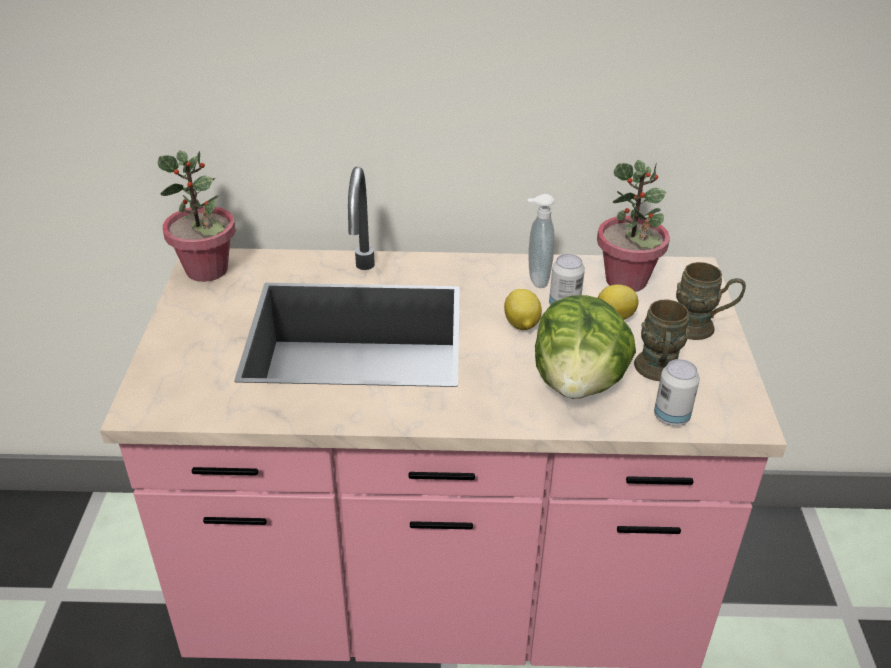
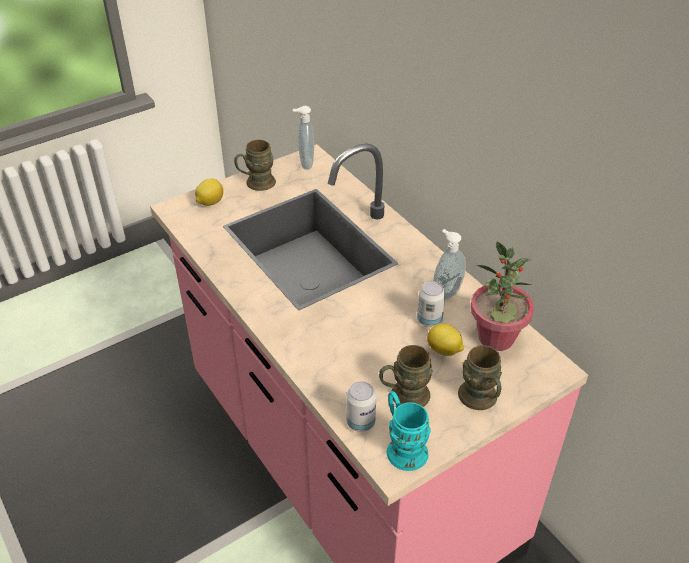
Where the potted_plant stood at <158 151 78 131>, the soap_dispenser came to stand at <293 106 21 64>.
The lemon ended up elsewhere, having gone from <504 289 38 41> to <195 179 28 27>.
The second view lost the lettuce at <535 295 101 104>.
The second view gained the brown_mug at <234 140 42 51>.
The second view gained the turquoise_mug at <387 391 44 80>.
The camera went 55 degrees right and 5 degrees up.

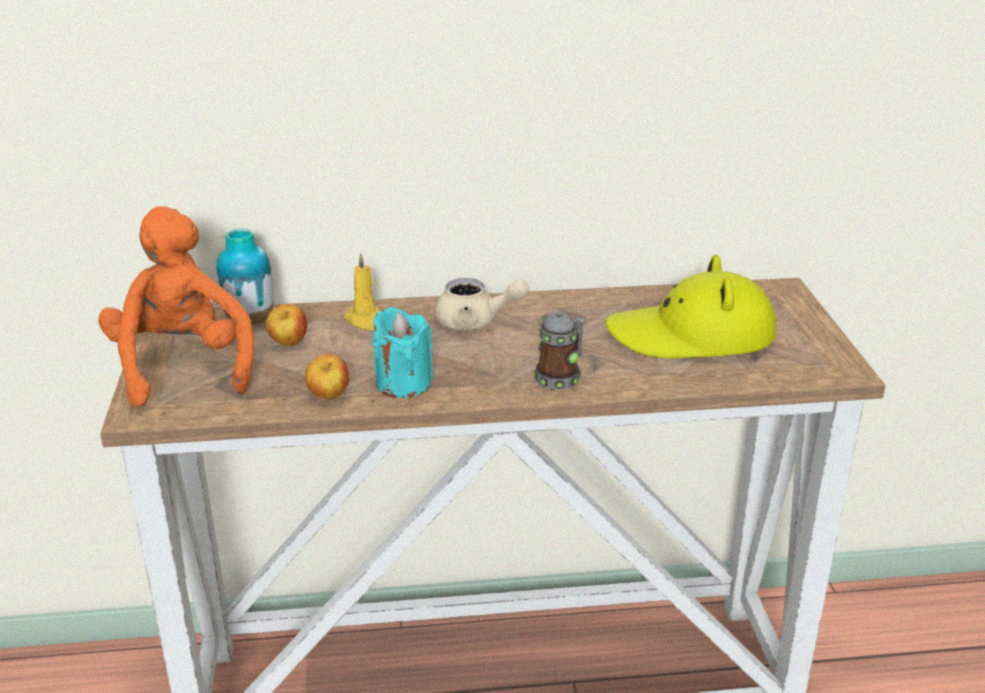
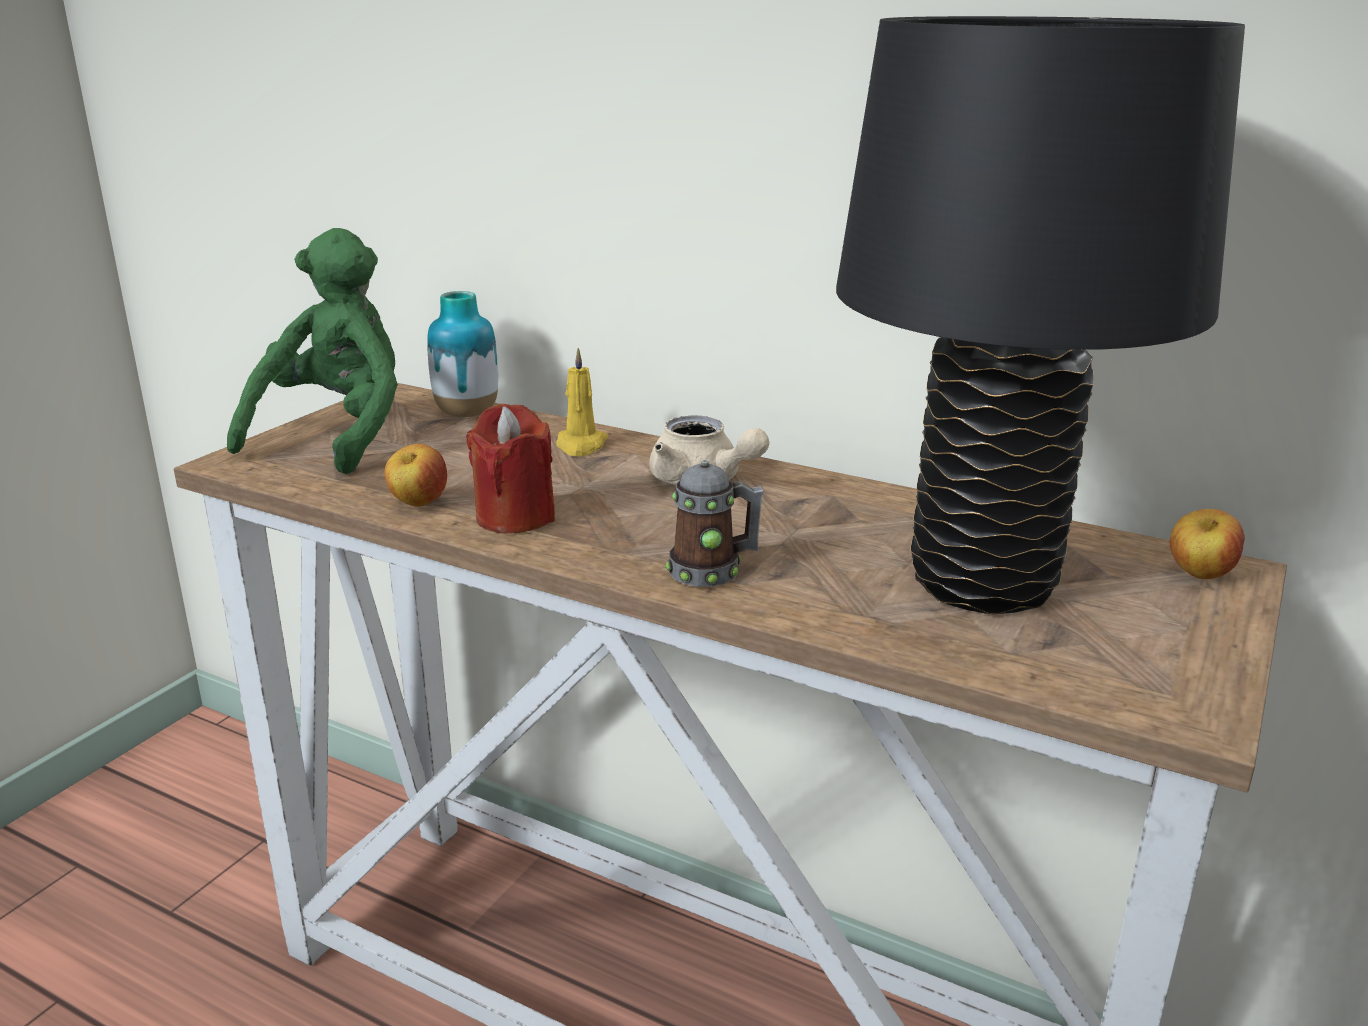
What was the orange_plush_toy at <98 206 156 201> turned into the green_plush_toy at <227 228 171 246>.
The apple ended up elsewhere, having gone from <266 304 41 42> to <1170 509 75 70>.
What was the turquoise_candle at <372 307 61 91> turned into the red_candle at <466 404 89 130>.
Where the yellow_hat stood at <605 254 171 104>, the black_table_lamp came to stand at <836 16 409 599>.
The camera went 35 degrees right and 5 degrees down.

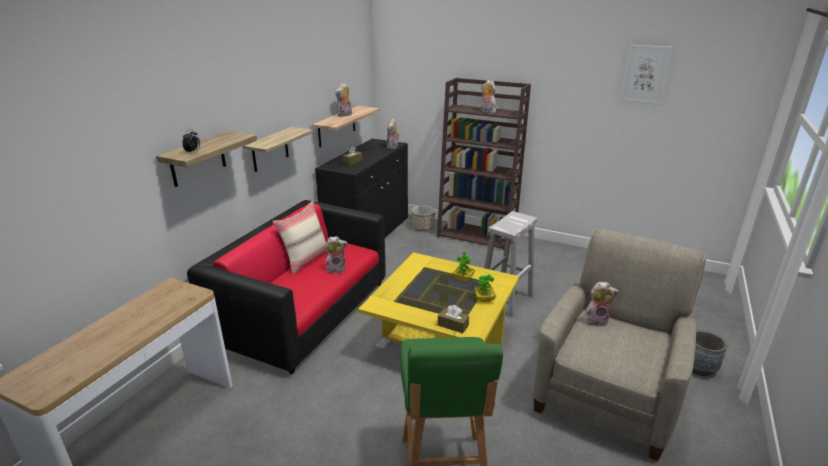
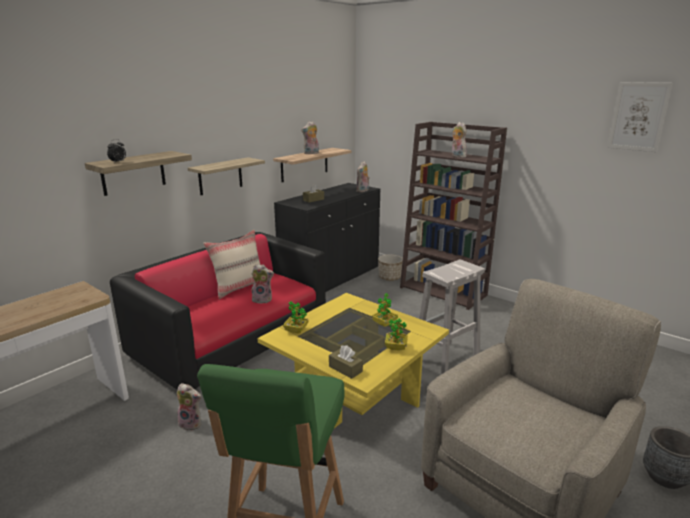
The plush_toy ended up elsewhere, having gone from <584 282 35 45> to <177 383 24 48>.
The second view gained the potted_plant at <283 301 26 32>.
The camera went 15 degrees right and 5 degrees down.

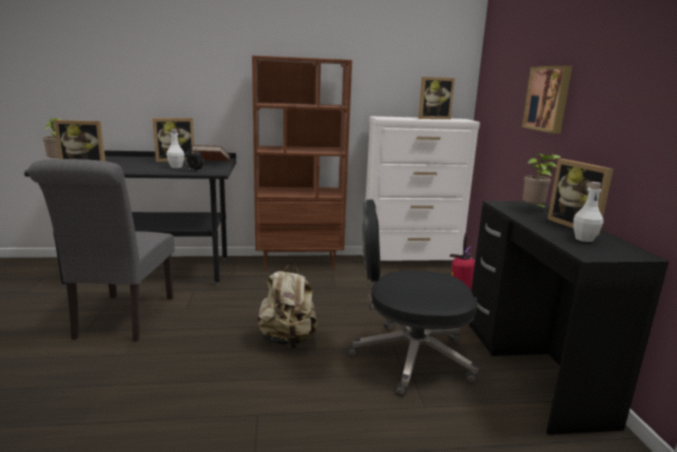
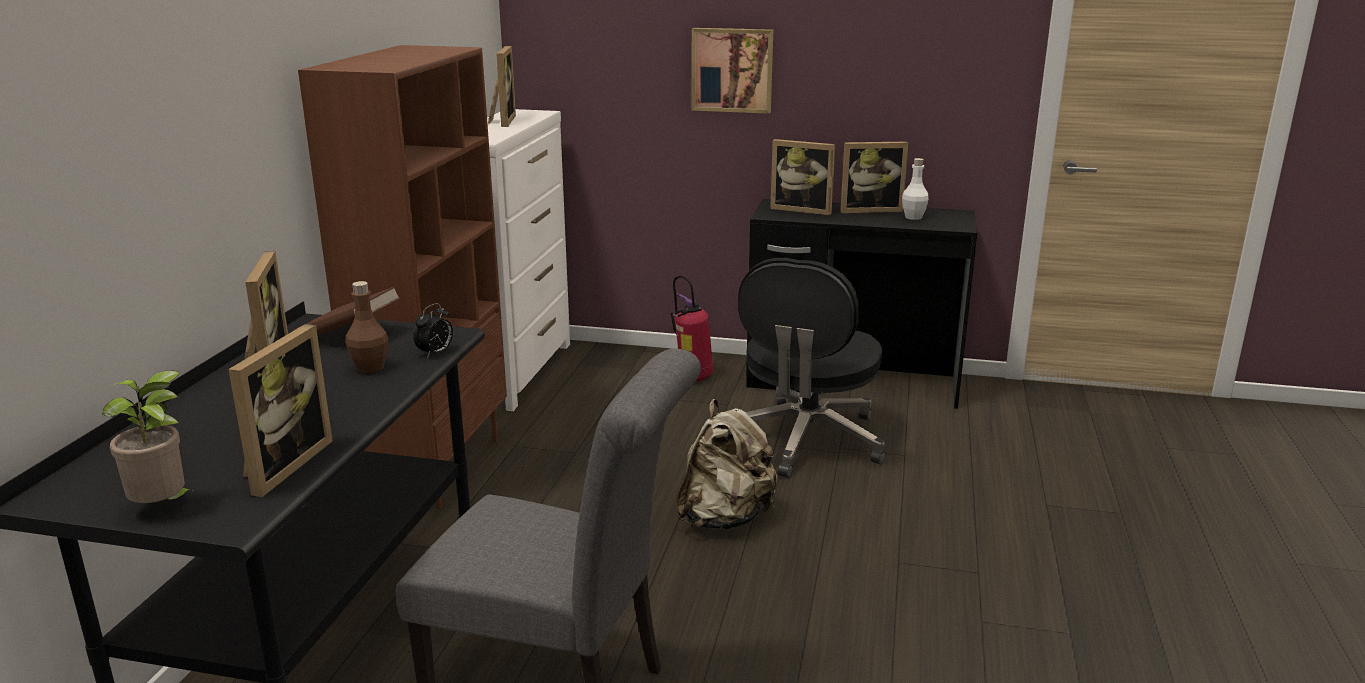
What was the white_bottle at <166 129 19 39> turned into the brown_bottle at <345 281 43 93>.
Where the potted_plant stood at <523 153 39 56>, the picture_frame came to stand at <770 139 65 76>.
The camera went 70 degrees left and 5 degrees up.

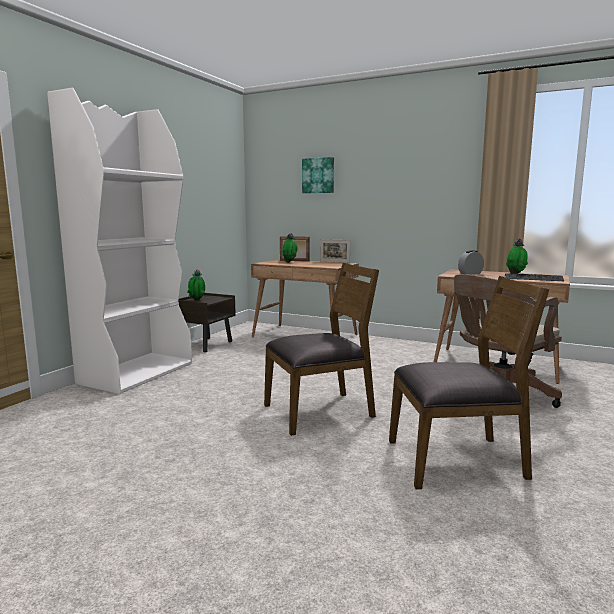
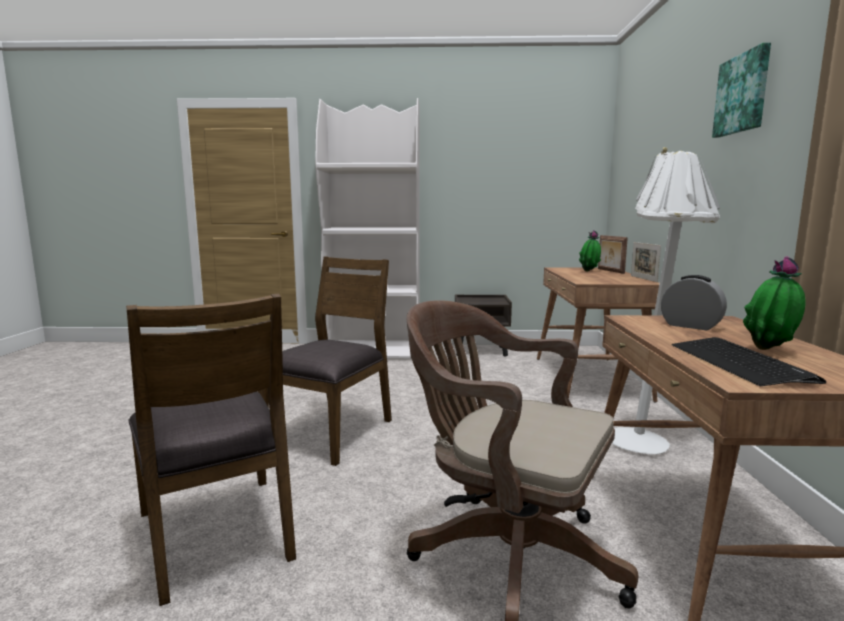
The second view lost the potted_plant at <187 269 18 31>.
The brown_chair at <264 263 115 173> ended up facing another way, 105 degrees counterclockwise from before.
The picture ended up elsewhere, having gone from <302 157 32 36> to <712 43 59 95>.
The second view gained the white_floor_lamp at <612 147 108 307>.
The camera went 65 degrees right and 0 degrees up.

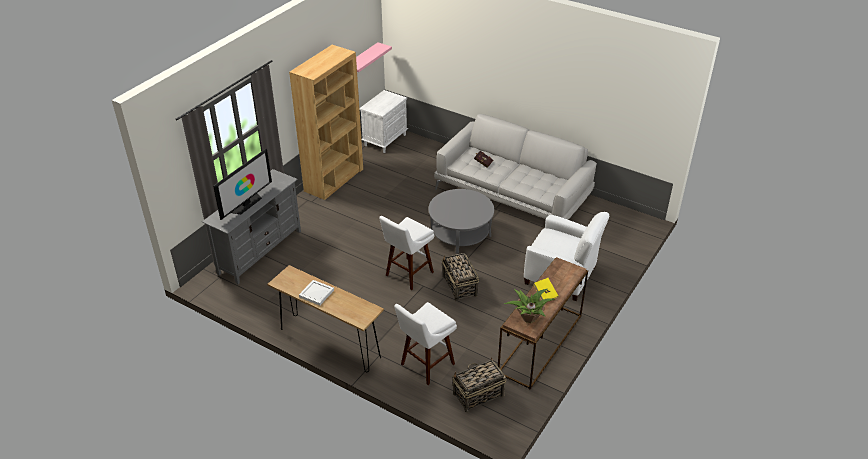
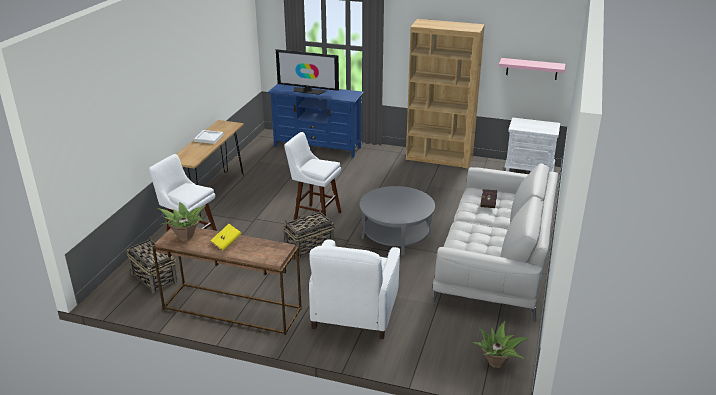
What was the grey_tv_stand at <202 169 99 115> turned into the blue_tv_stand at <268 84 96 74>.
The second view gained the potted_plant at <472 321 57 47>.
The camera went 75 degrees right and 10 degrees down.

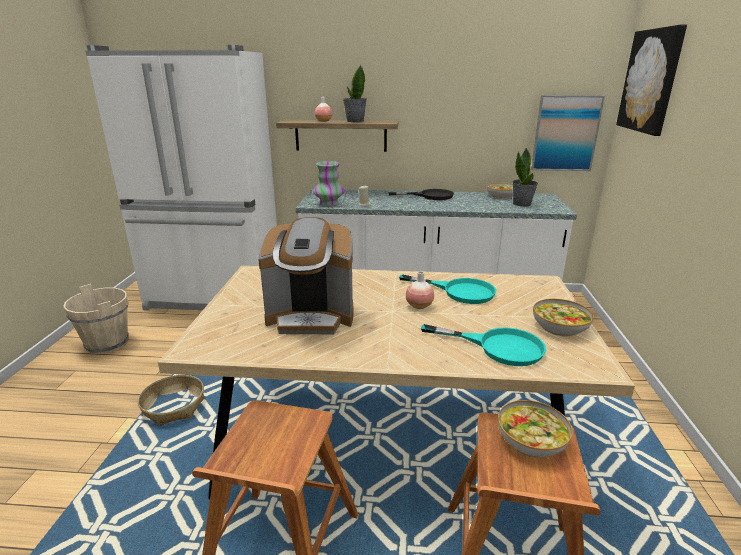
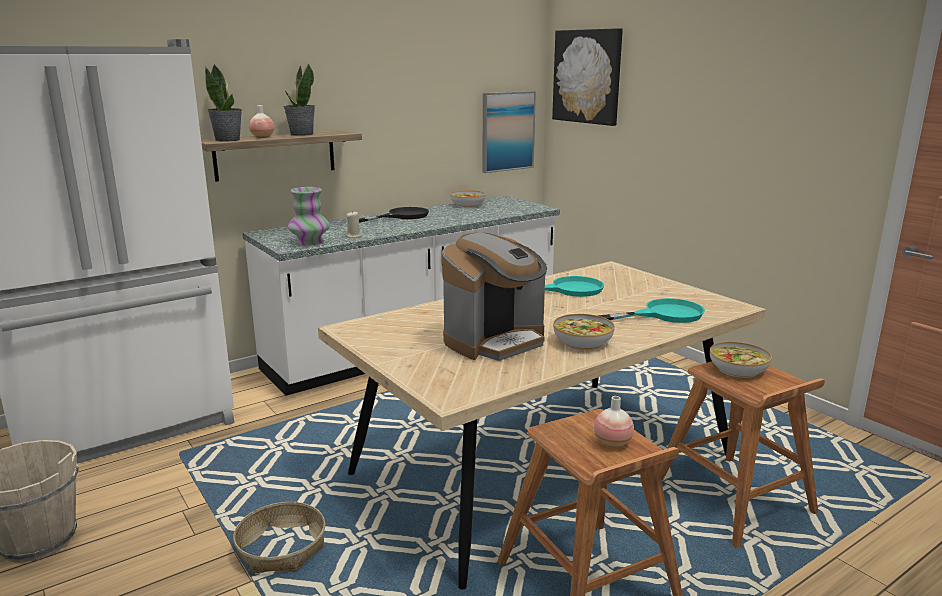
The vase ended up elsewhere, having gone from <406 271 28 38> to <594 396 40 52>.
The potted_plant ended up elsewhere, having gone from <512 148 26 58> to <205 64 37 78>.
The bowl ended up elsewhere, having gone from <533 299 61 38> to <553 314 62 36>.
The camera went 40 degrees left and 5 degrees down.

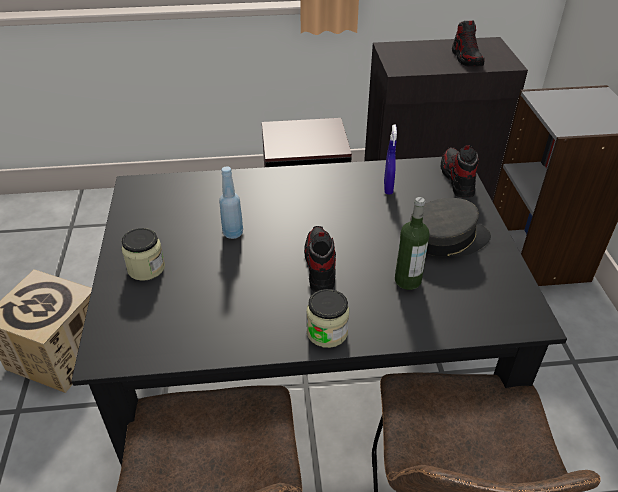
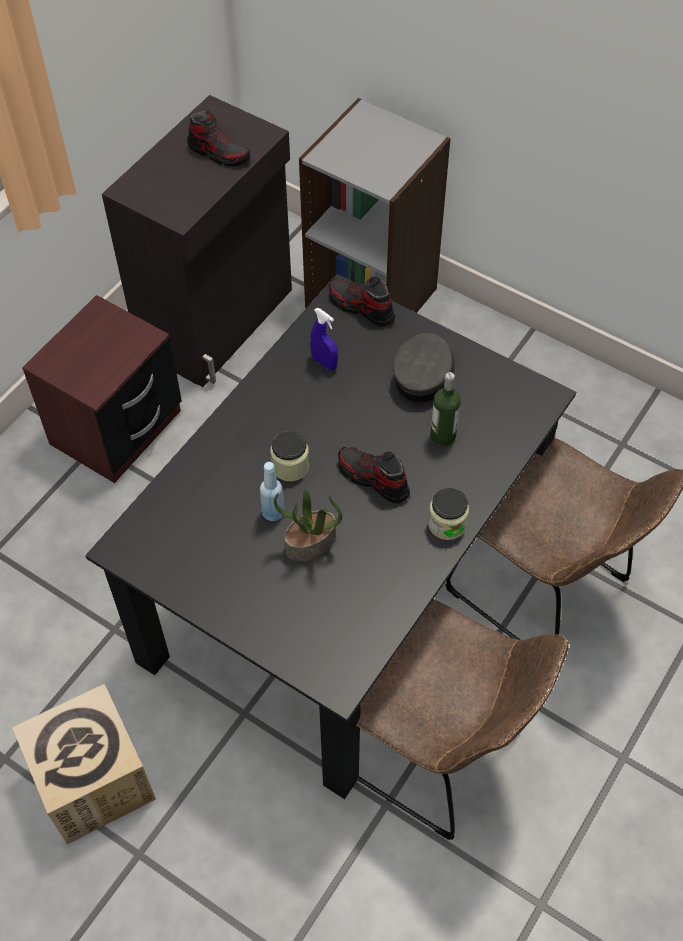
The jar ended up elsewhere, having gone from <121 228 44 53> to <271 431 38 50>.
The second view gained the potted_plant at <274 489 68 73>.
The camera went 50 degrees left and 15 degrees up.

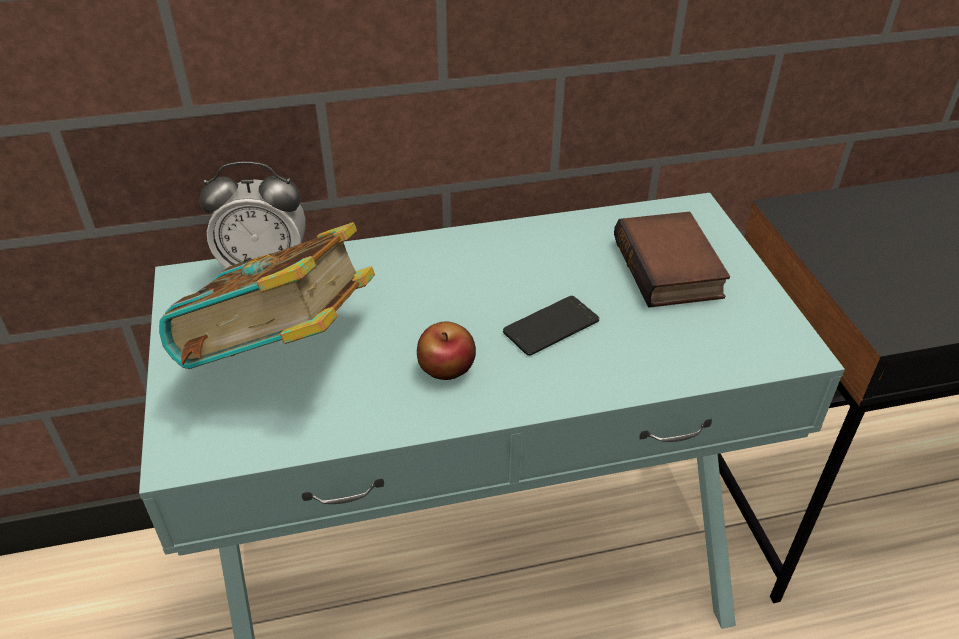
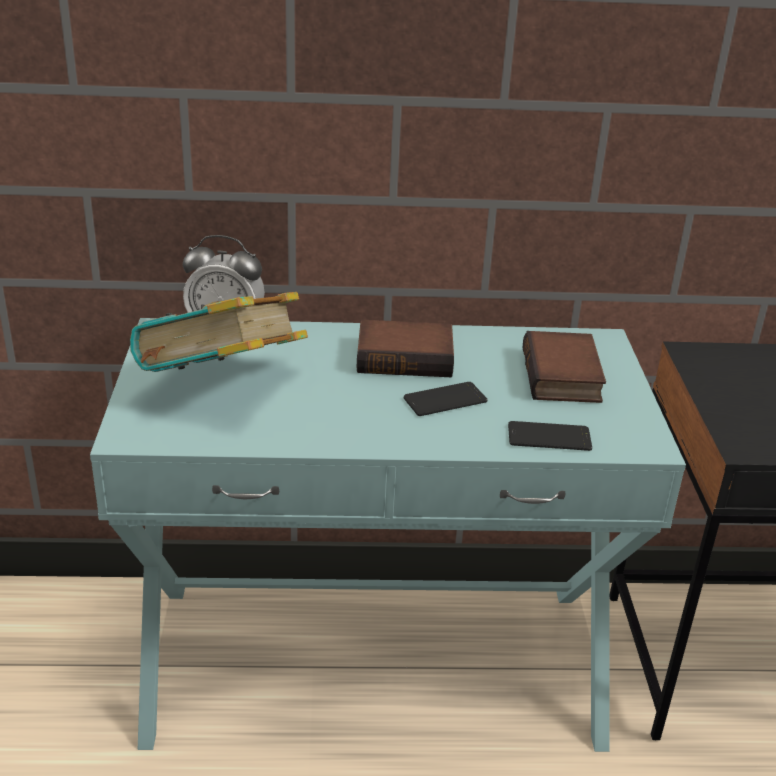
The second view lost the apple at <417 321 59 59>.
The second view gained the book at <357 320 97 57>.
The second view gained the phone at <508 421 84 30>.
The camera went 10 degrees right and 10 degrees down.

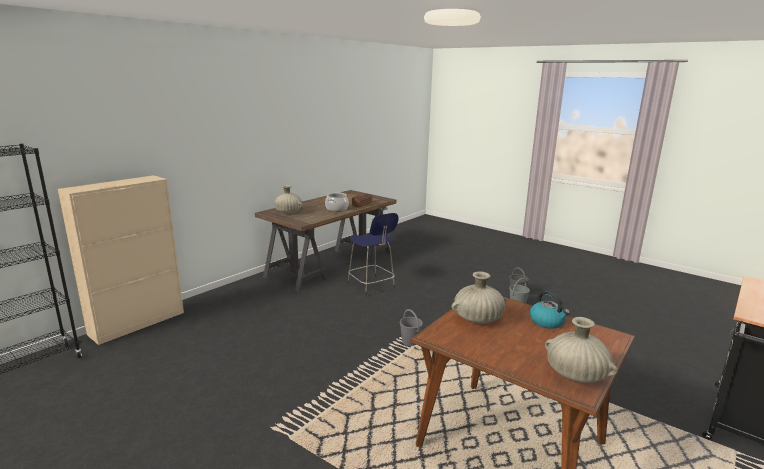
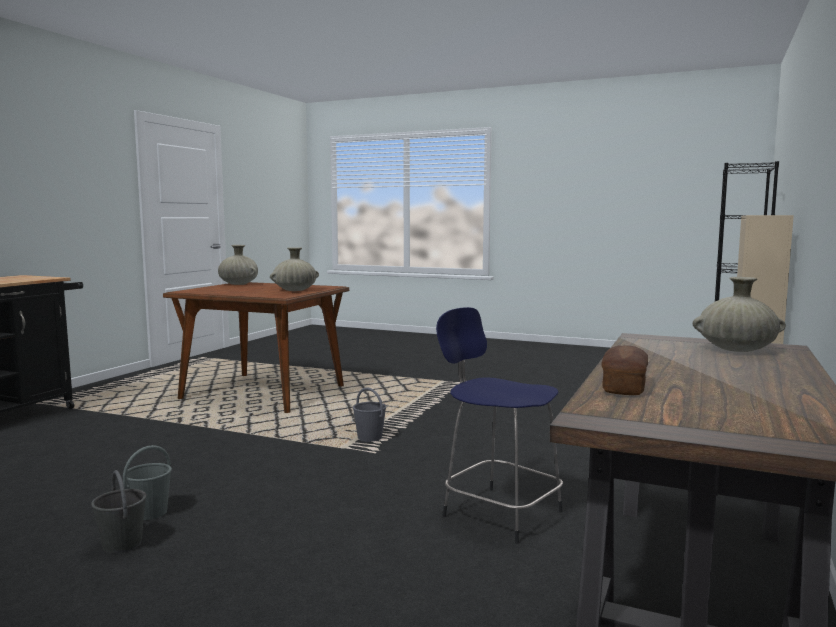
The second view lost the cooking_pot at <325 193 24 18>.
The second view lost the kettle at <530 290 40 39>.
The camera went 165 degrees right and 10 degrees down.

